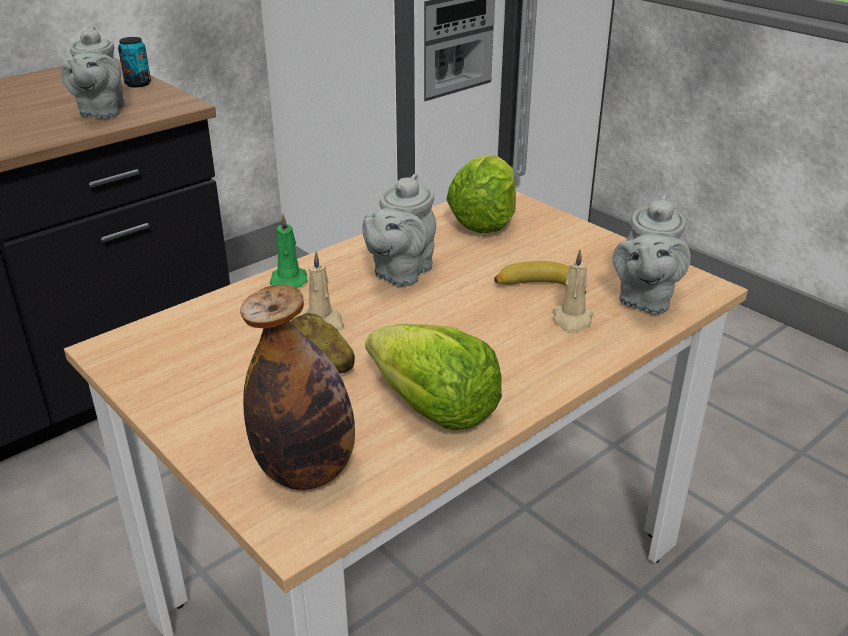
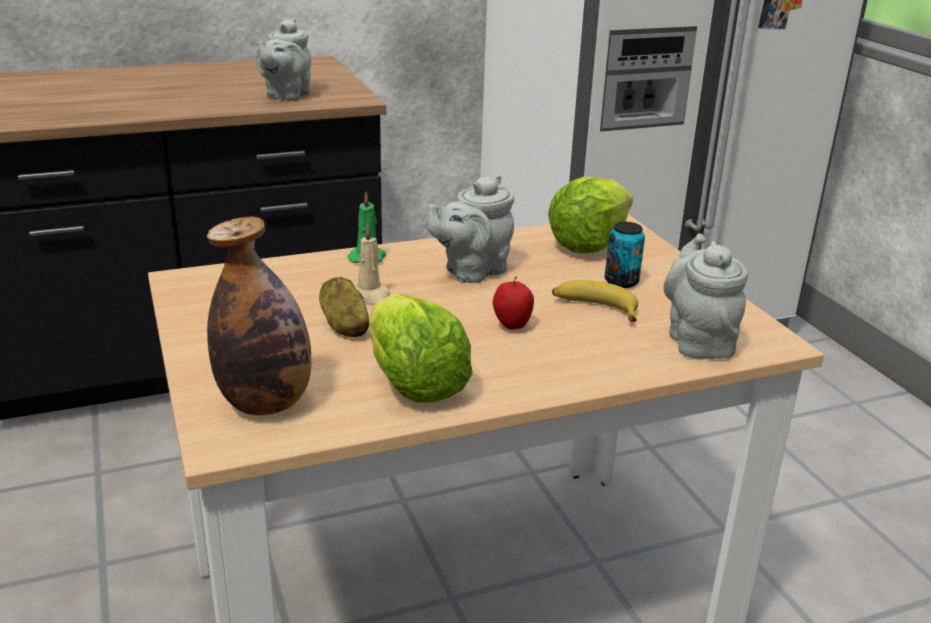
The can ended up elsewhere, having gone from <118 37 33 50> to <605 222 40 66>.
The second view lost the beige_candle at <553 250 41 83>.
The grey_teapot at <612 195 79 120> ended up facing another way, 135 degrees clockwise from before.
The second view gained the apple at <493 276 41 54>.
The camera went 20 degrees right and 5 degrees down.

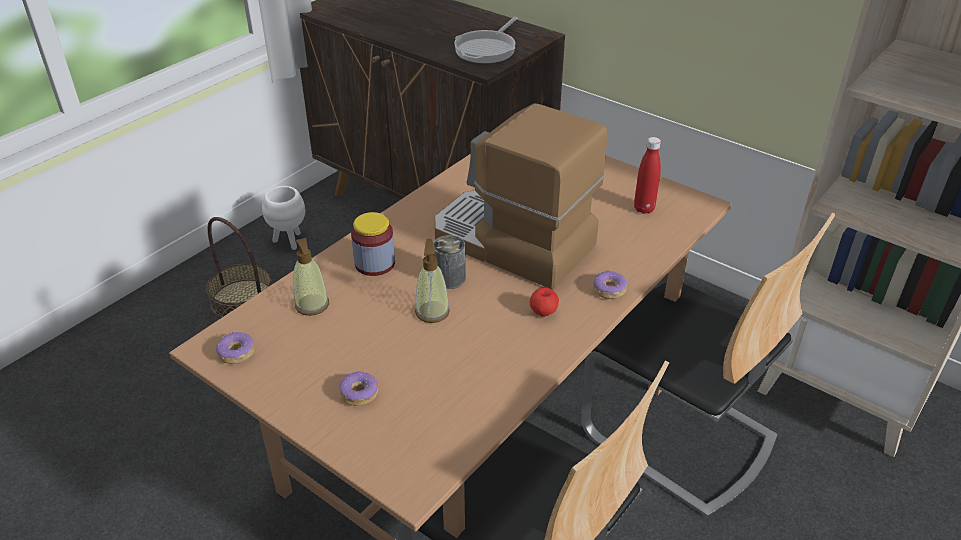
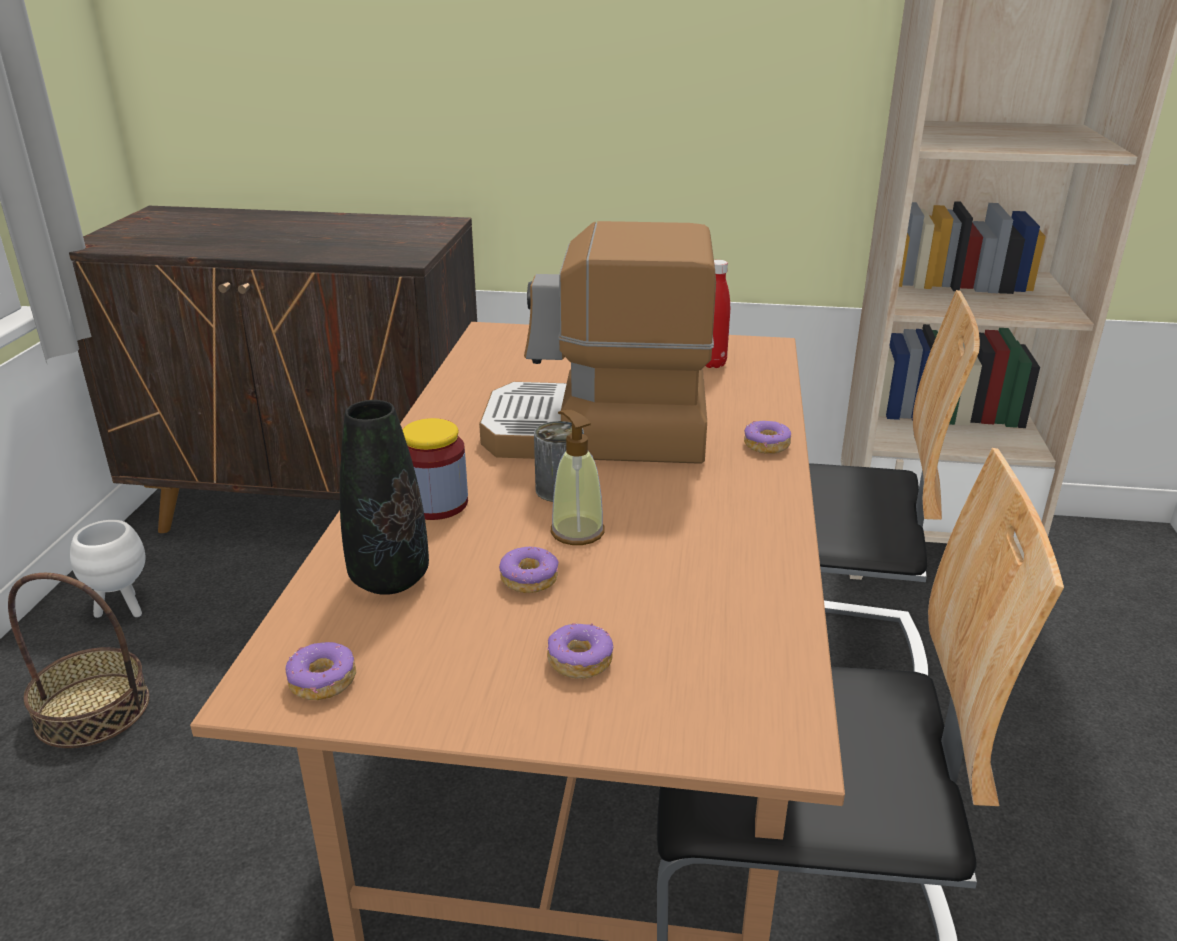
Where the soap_dispenser stood at <294 238 35 78>, the black_vase came to stand at <340 400 89 195>.
The second view lost the frying_pan at <454 17 64 47>.
The second view lost the apple at <530 288 29 29>.
The second view gained the donut at <499 547 60 46>.
The camera went 30 degrees left and 10 degrees down.

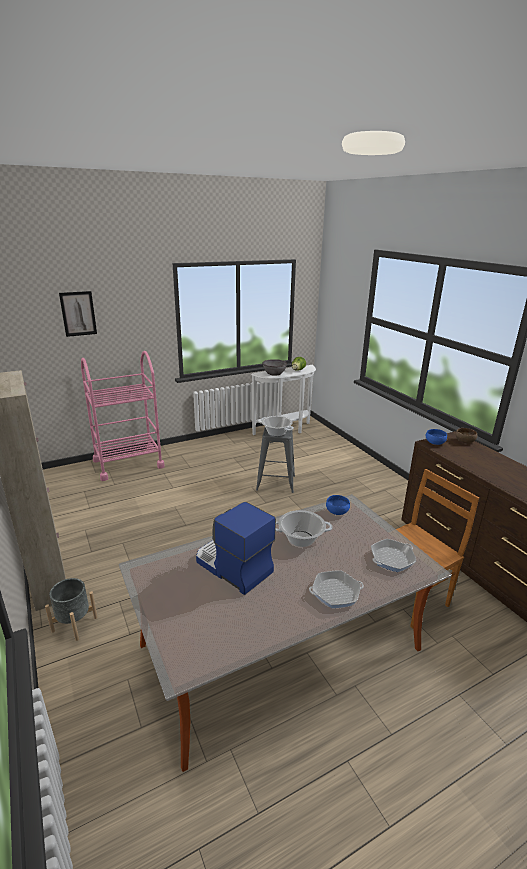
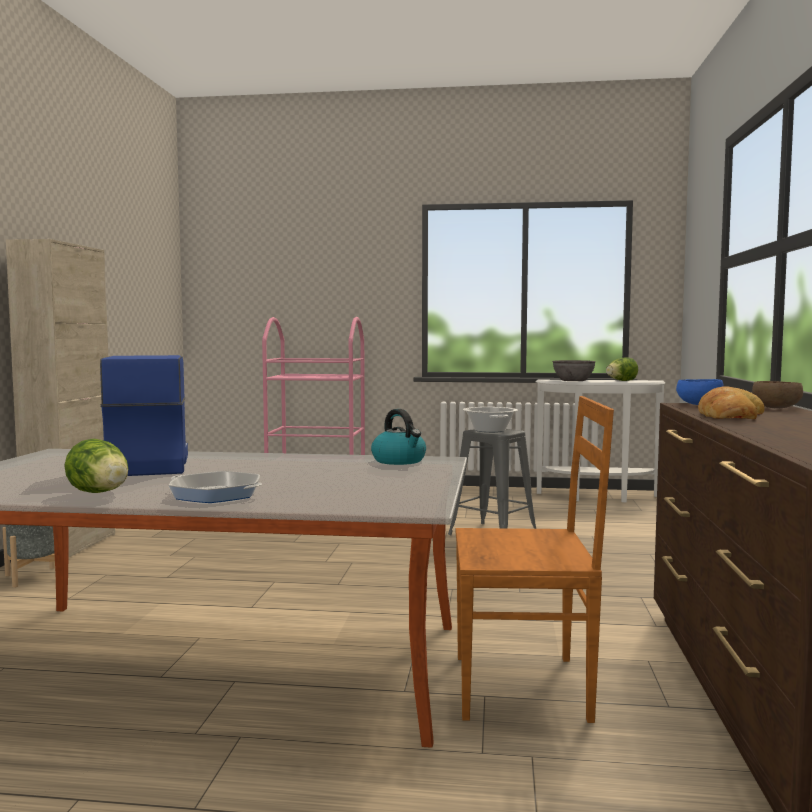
The second view lost the picture at <59 291 38 46>.
The second view lost the cooking_pot at <275 510 58 37>.
Where the blue_bowl stood at <326 495 24 20>, the kettle came to stand at <371 409 55 56>.
The second view lost the frying_pan at <371 539 45 33>.
The second view gained the lettuce at <64 439 64 54>.
The second view gained the bread at <698 386 67 33>.
The camera went 35 degrees right and 20 degrees down.

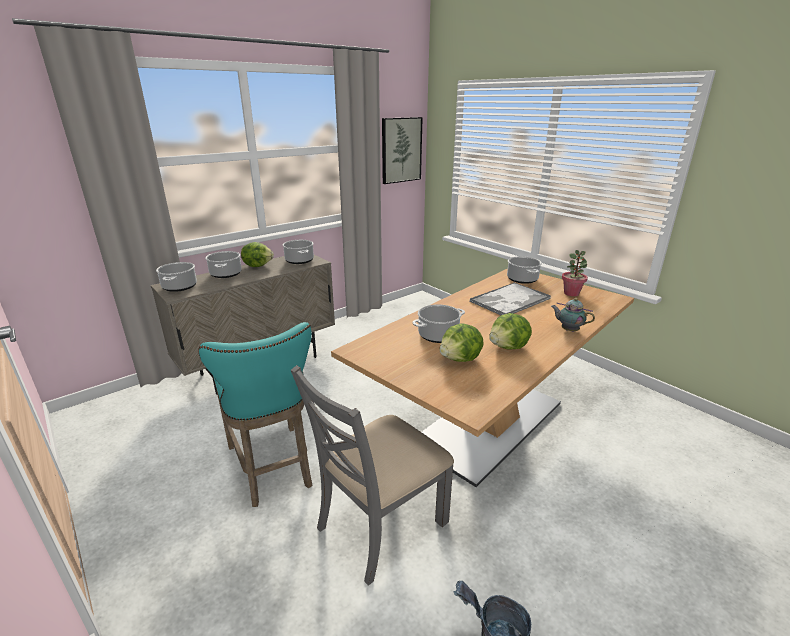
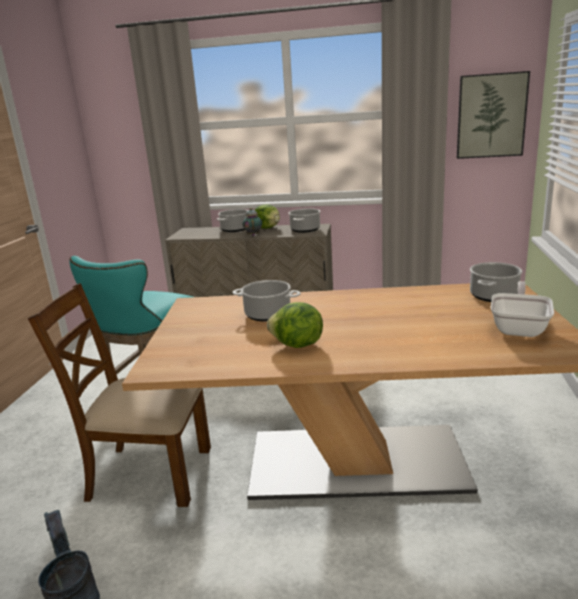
The second view lost the cooking_pot at <156 262 41 30>.
What was the grey_chair at <291 365 163 221> turned into the brown_chair at <28 283 183 224>.
The second view lost the lettuce at <440 323 44 39>.
The second view lost the tray at <470 282 81 33>.
The teapot ended up elsewhere, having gone from <551 298 44 34> to <243 208 19 28>.
Where the potted_plant stood at <562 250 26 47>, the frying_pan came to stand at <491 281 63 56>.
The camera went 50 degrees right and 5 degrees down.

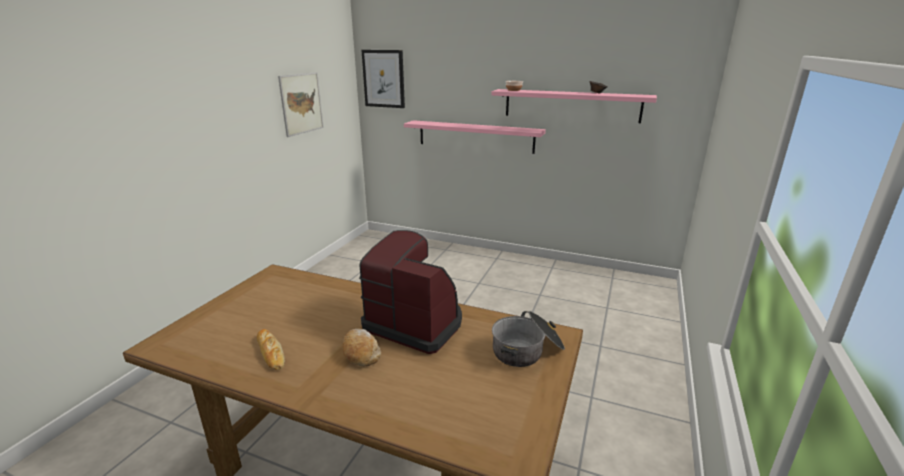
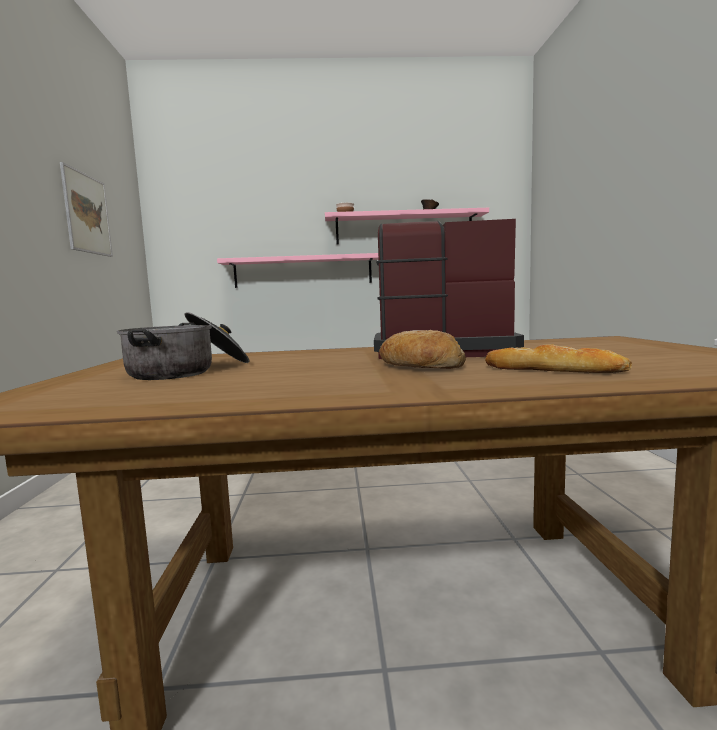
The bread ended up elsewhere, having gone from <257 329 28 41> to <485 344 147 29>.
The second view lost the picture at <361 50 44 58>.
The cooking_pot ended up elsewhere, having gone from <492 311 73 56> to <117 312 132 68>.
The camera went 25 degrees left and 15 degrees down.

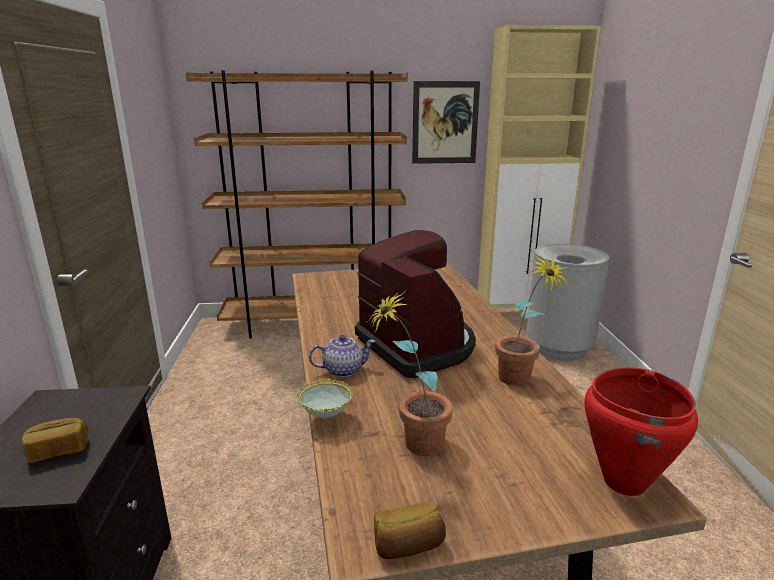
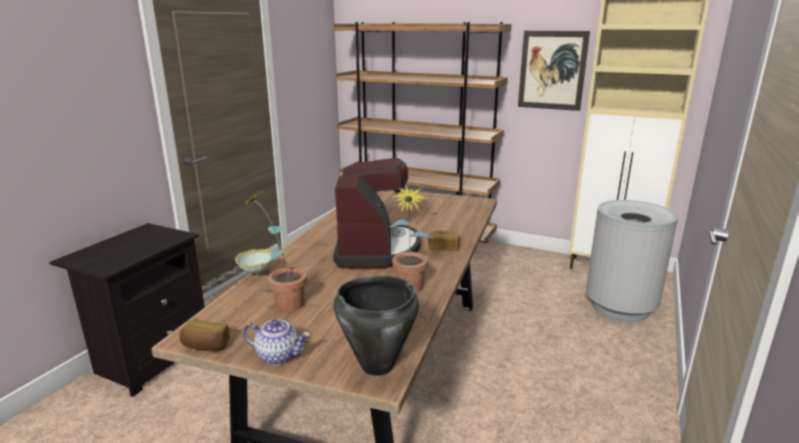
The bread ended up elsewhere, having gone from <22 418 66 45> to <428 231 32 20>.
The teapot ended up elsewhere, having gone from <309 335 66 42> to <243 319 67 46>.
What was the red_cooking_pot at <584 367 114 129> turned into the black_cooking_pot at <334 276 85 100>.
The camera went 30 degrees right and 0 degrees up.

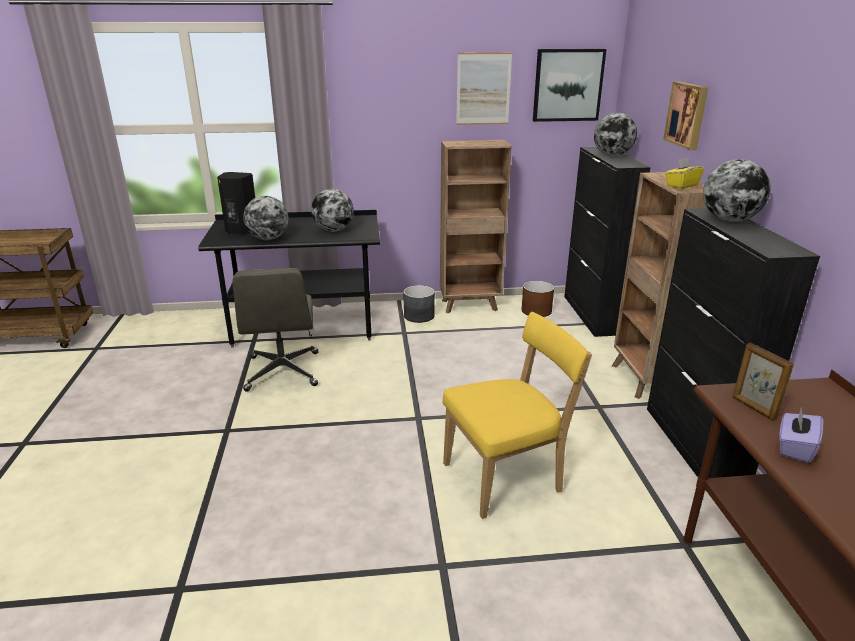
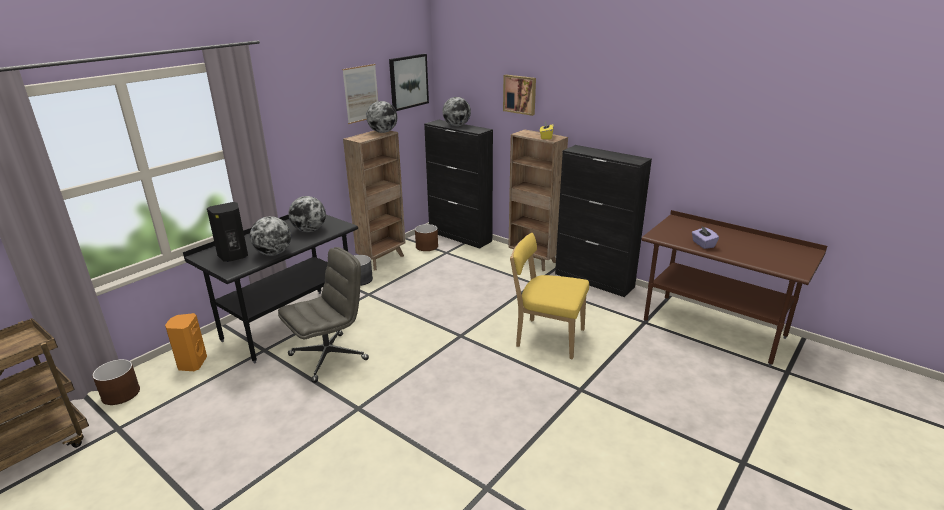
The grey_office_chair at <233 268 85 124> ended up facing another way, 75 degrees counterclockwise from before.
The yellow_chair at <443 312 149 207> ended up facing another way, 90 degrees counterclockwise from before.
The globe ended up elsewhere, having gone from <703 159 68 63> to <366 101 31 32>.
The second view lost the picture_frame at <733 343 61 78>.
The second view gained the brown_planter at <92 359 48 46>.
The second view gained the orange_speaker at <165 313 42 58>.
The camera went 45 degrees left and 0 degrees up.

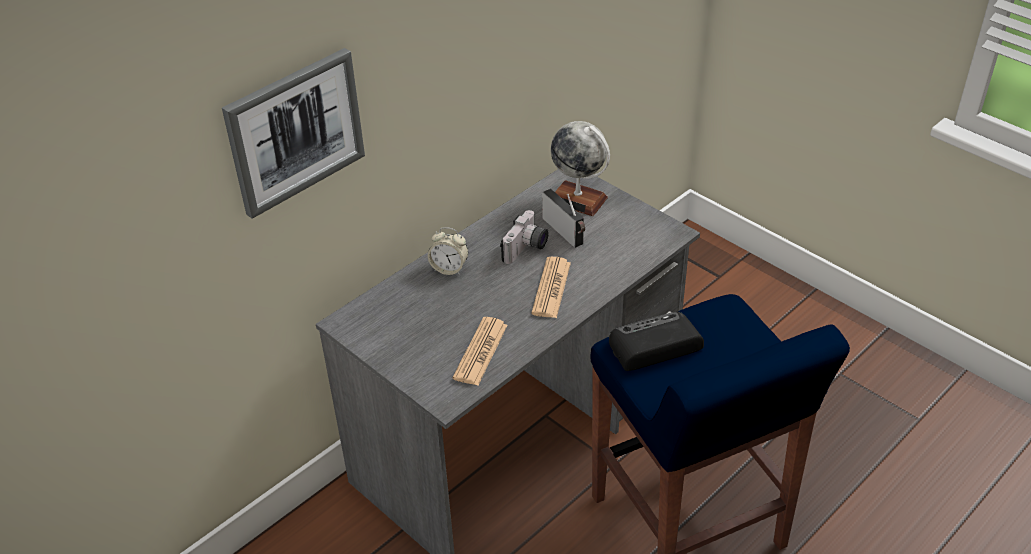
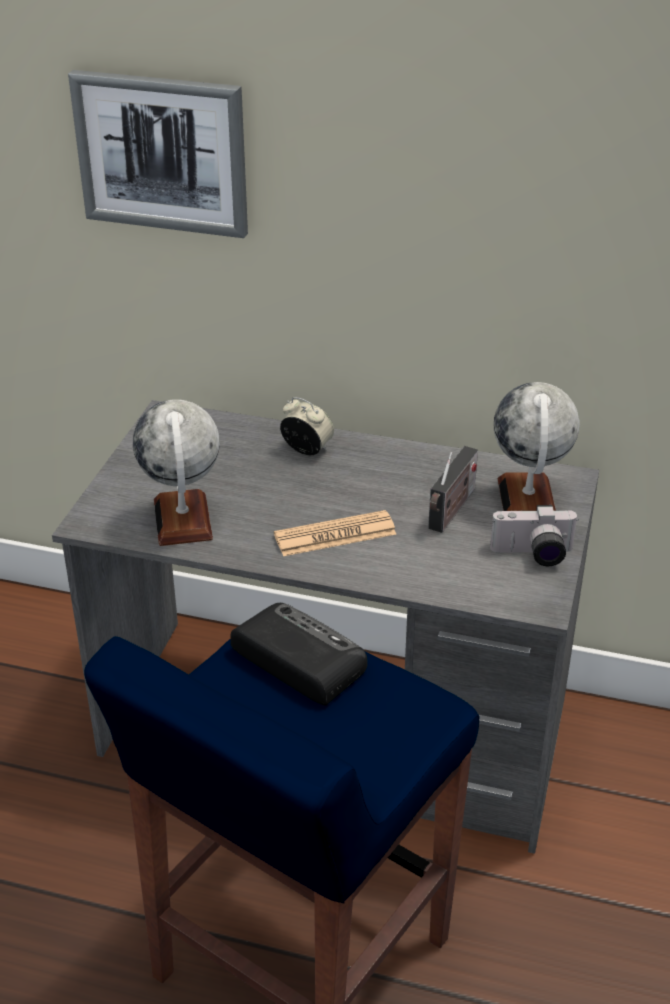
The alarm_clock at <428 227 40 48> ended up facing another way, 135 degrees clockwise from before.
Where the newspaper stood at <453 317 55 68>, the globe came to stand at <133 399 87 147>.
The photo_camera ended up elsewhere, having gone from <500 210 49 54> to <490 505 89 61>.
The camera went 60 degrees right and 5 degrees down.

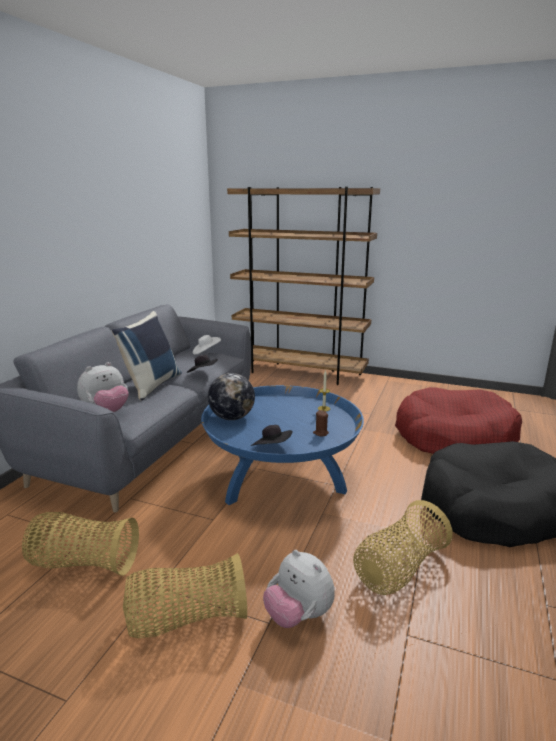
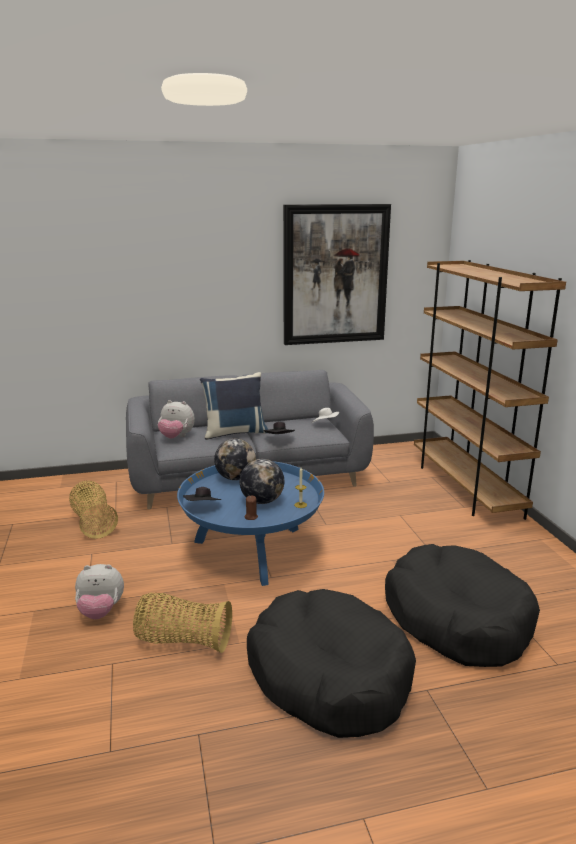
The second view lost the basket at <123 553 124 85>.
The plush_toy at <263 550 72 78> ended up facing another way, 105 degrees counterclockwise from before.
What was the red_dog_bed at <395 387 127 67> turned into the black_dog_bed at <385 544 155 123>.
The second view gained the globe at <240 459 44 45>.
The second view gained the picture at <283 204 108 141>.
The camera went 55 degrees right and 0 degrees up.

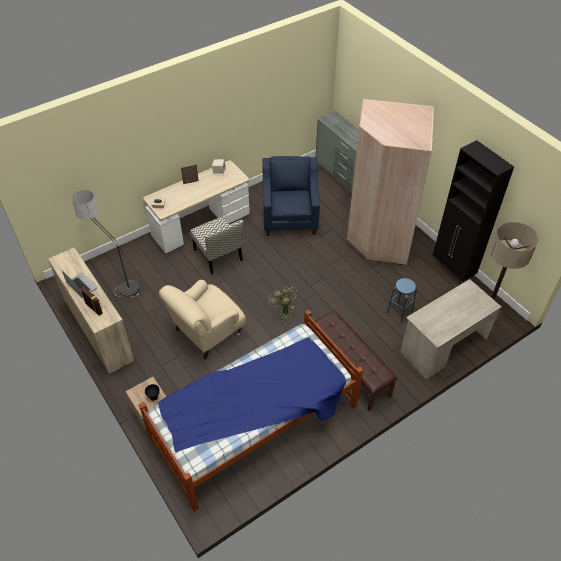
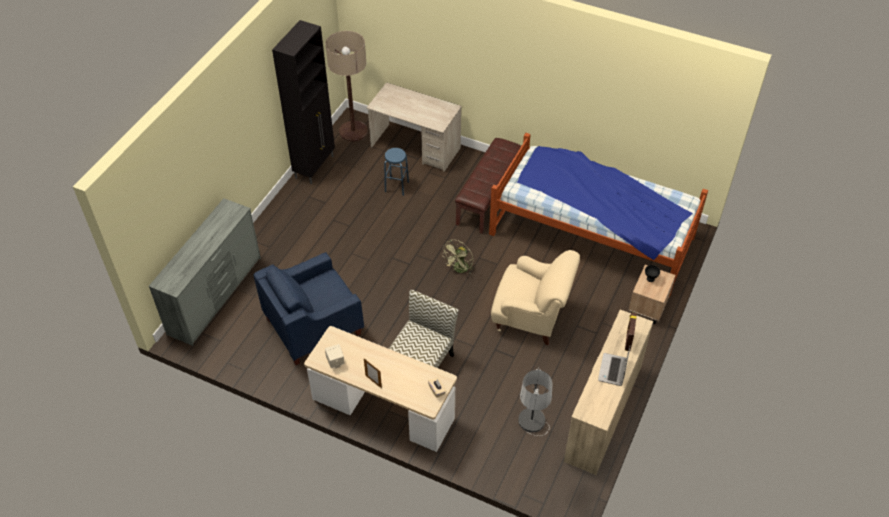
The second view lost the beige_wardrobe at <347 99 87 166>.
The camera went 120 degrees left and 0 degrees up.

